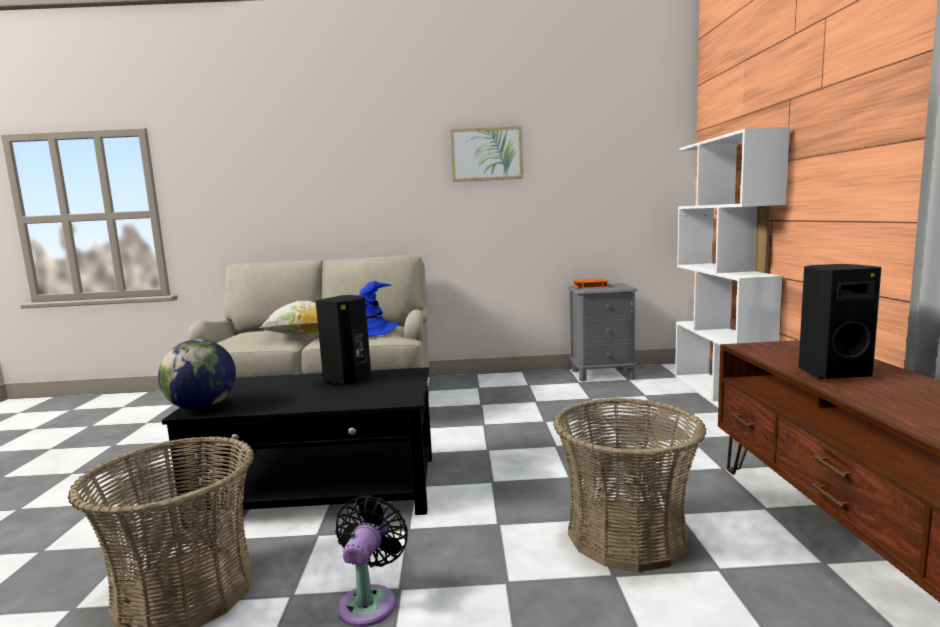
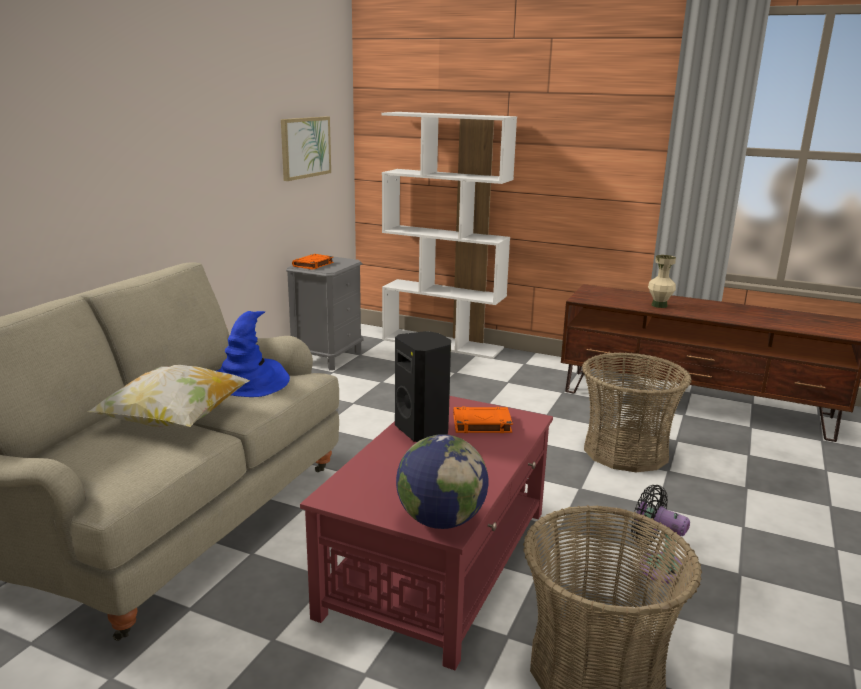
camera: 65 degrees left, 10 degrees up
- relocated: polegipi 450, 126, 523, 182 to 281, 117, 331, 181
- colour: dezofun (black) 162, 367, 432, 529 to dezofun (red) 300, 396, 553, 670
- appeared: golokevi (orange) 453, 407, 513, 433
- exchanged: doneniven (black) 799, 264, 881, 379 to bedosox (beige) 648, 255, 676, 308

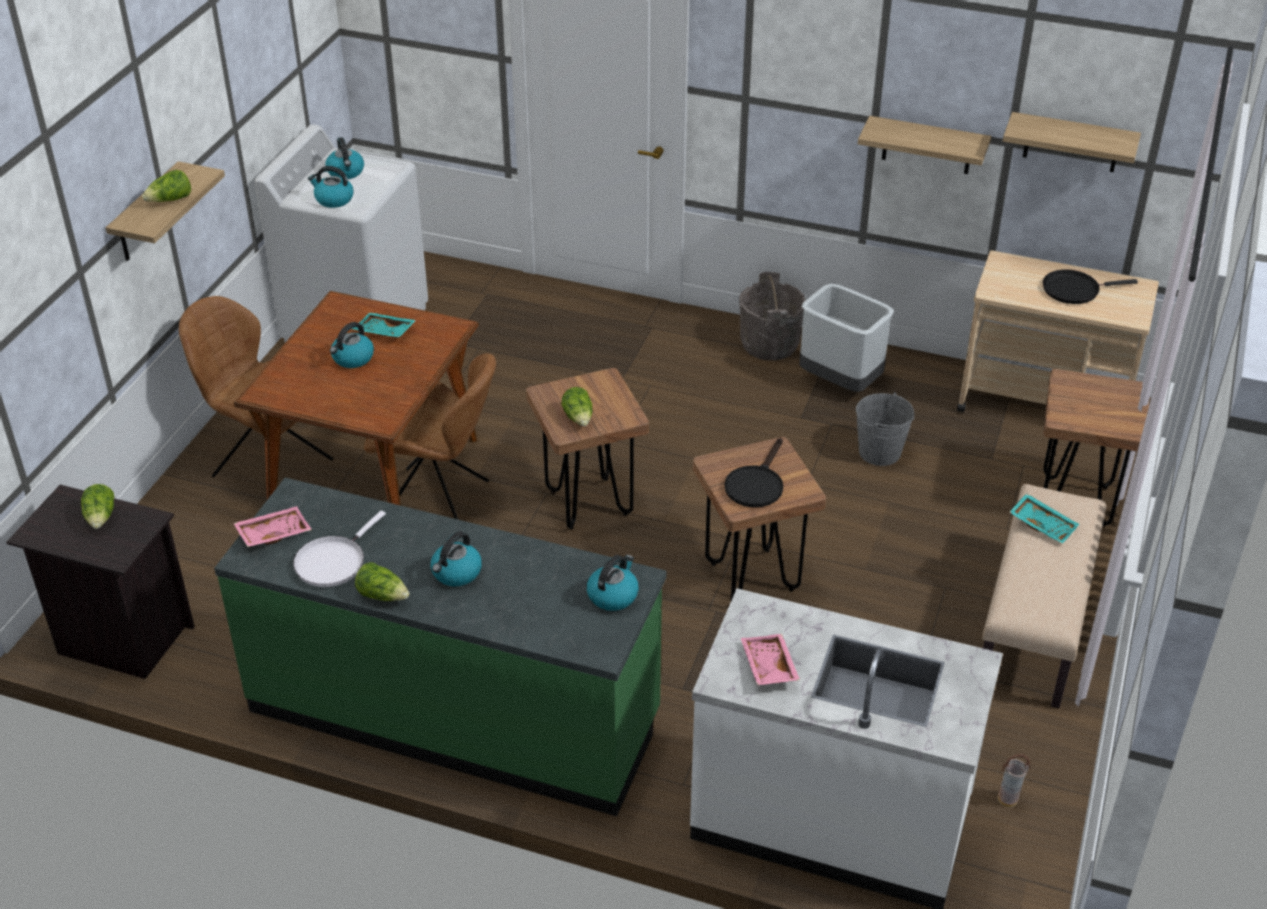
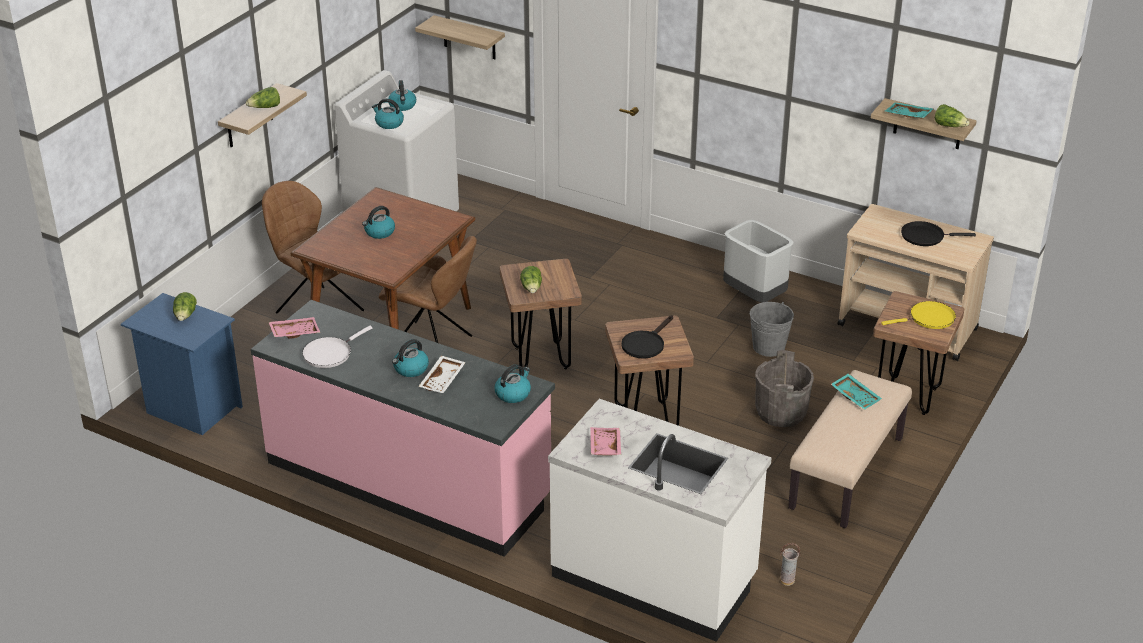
camera: 10 degrees right, 5 degrees down
- colour: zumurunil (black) 6, 485, 195, 679 to zumurunil (blue) 121, 293, 243, 435
- colour: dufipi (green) 214, 477, 667, 816 to dufipi (pink) 251, 300, 555, 557
- relocated: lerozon 858, 116, 991, 174 to 415, 15, 505, 59
- appeared: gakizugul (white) 418, 356, 466, 393
- relocated: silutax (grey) 739, 272, 806, 360 to 755, 350, 814, 427
- appeared: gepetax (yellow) 881, 301, 956, 329
- relocated: gakizugul (turquoise) 352, 312, 416, 337 to 885, 102, 933, 119
- relocated: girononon 355, 562, 409, 601 to 935, 104, 970, 127

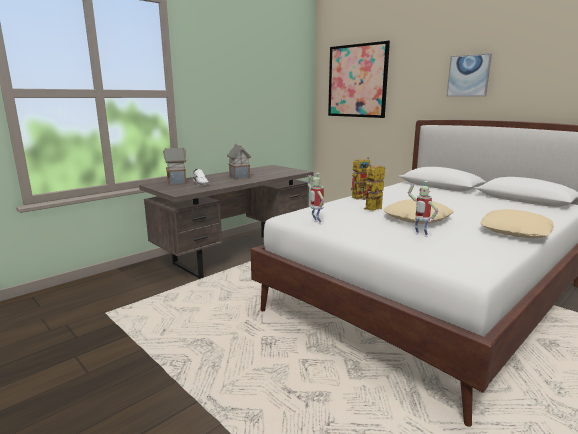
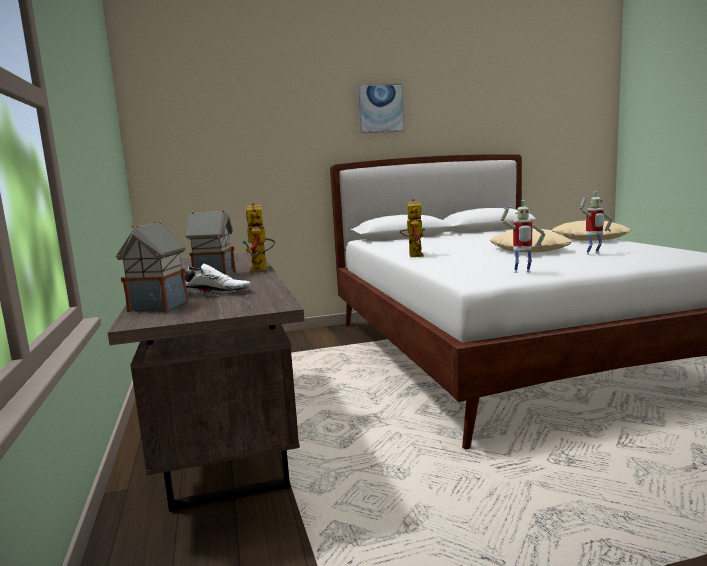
camera: 60 degrees left, 5 degrees down
- relocated: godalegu 360, 165, 385, 211 to 242, 202, 275, 271
- missing: polegipi 328, 41, 390, 118

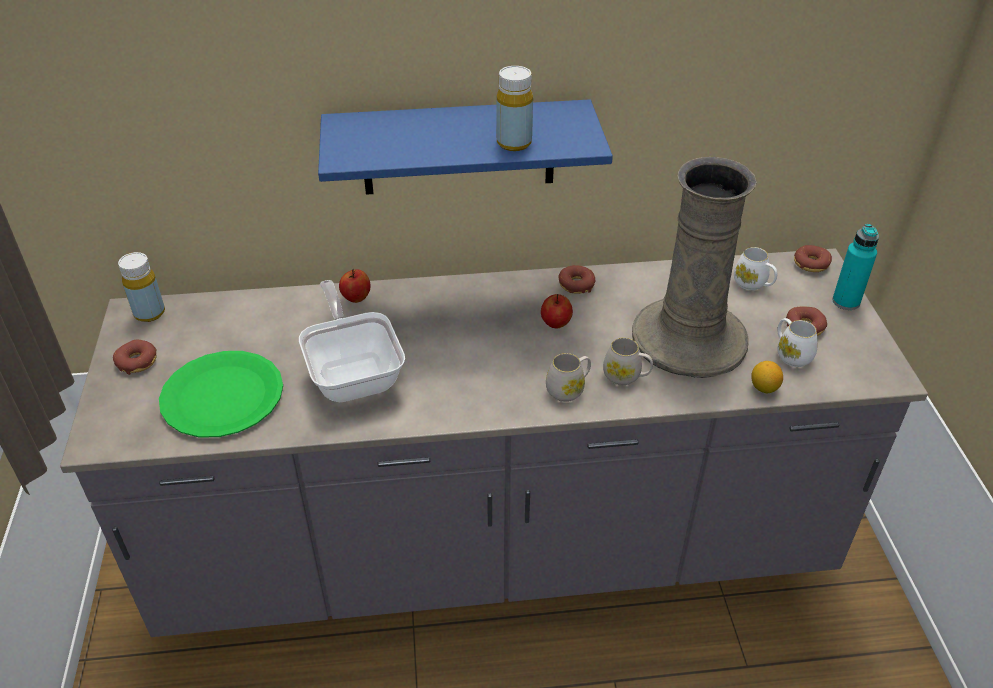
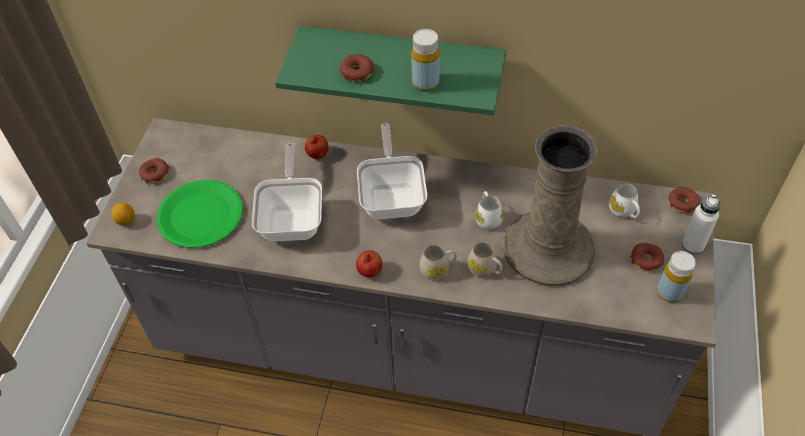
camera: 20 degrees right, 10 degrees up
- relocated: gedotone 751, 361, 783, 393 to 111, 203, 135, 226
- colour: lerozon (blue) 318, 99, 613, 195 to lerozon (green) 275, 26, 506, 115
- relocated: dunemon 559, 265, 595, 294 to 340, 54, 374, 82
- relocated: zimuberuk 541, 294, 573, 328 to 356, 250, 382, 278
- appeared: gepetax 357, 123, 427, 219
- relocated: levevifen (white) 778, 318, 817, 367 to 475, 191, 503, 229
- relocated: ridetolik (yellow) 118, 252, 165, 322 to 657, 251, 696, 303
- colour: ridetolik (turquoise) 832, 224, 879, 310 to ridetolik (white) 682, 194, 721, 254

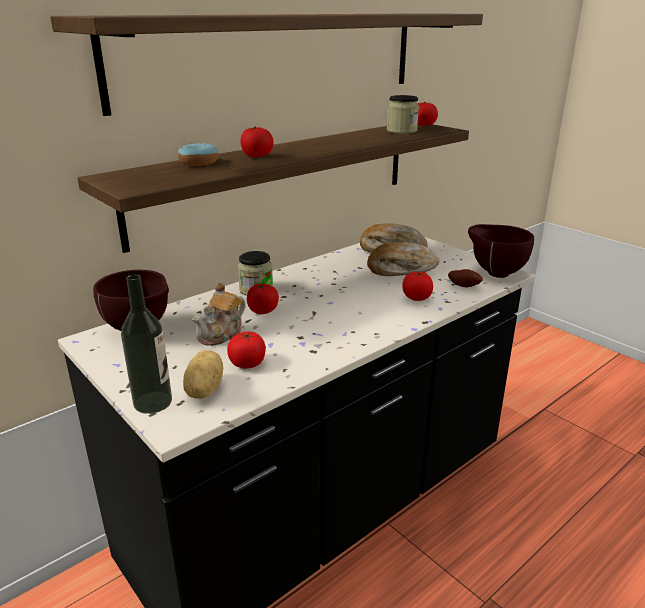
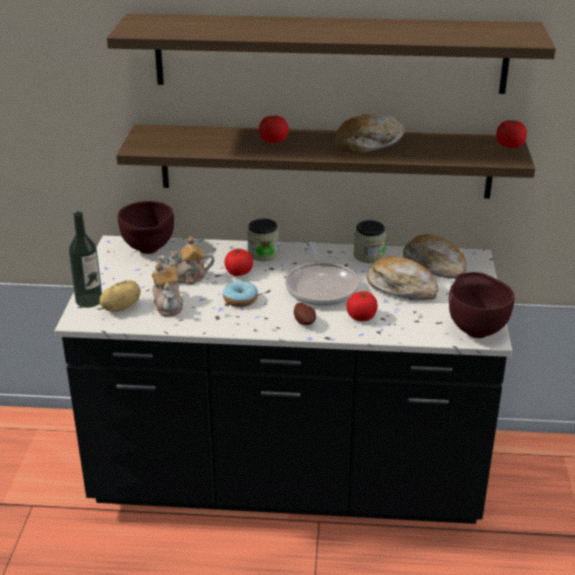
camera: 45 degrees right, 5 degrees up
- exchanged: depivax 227, 331, 266, 368 to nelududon 151, 262, 183, 316
- relocated: dunemon 178, 143, 219, 166 to 223, 281, 258, 307
- appeared: gepetax 285, 242, 360, 306
- relocated: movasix 448, 269, 483, 288 to 294, 302, 316, 325
- appeared: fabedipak 336, 114, 404, 153
- relocated: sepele 387, 95, 419, 134 to 354, 220, 386, 263

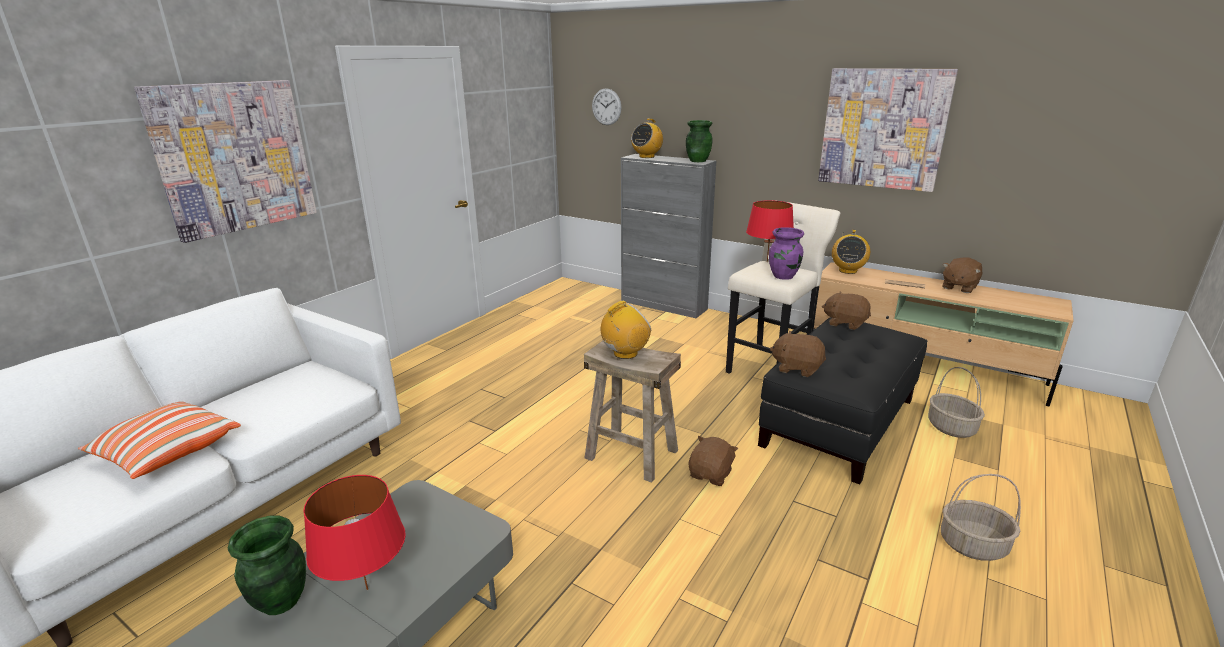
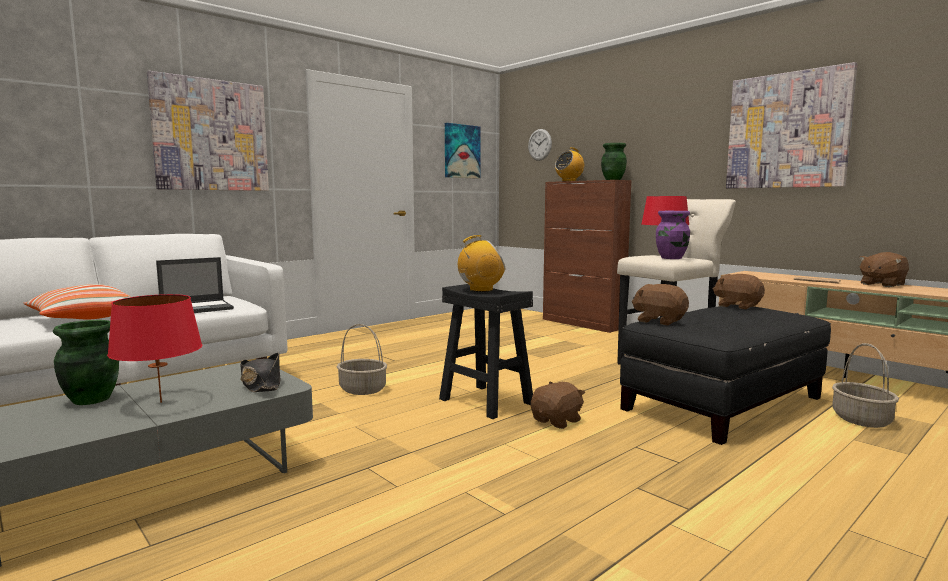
camera: 15 degrees right, 15 degrees down
- appeared: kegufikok 156, 257, 234, 313
- appeared: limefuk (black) 240, 353, 281, 392
- relocated: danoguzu 941, 474, 1021, 561 to 337, 324, 387, 395
- colour: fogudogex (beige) 584, 341, 681, 483 to fogudogex (black) 439, 284, 533, 419
- appeared: polegipi 445, 123, 480, 179
- colour: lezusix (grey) 621, 154, 716, 318 to lezusix (brown) 543, 180, 632, 333
- missing: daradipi 832, 230, 870, 274

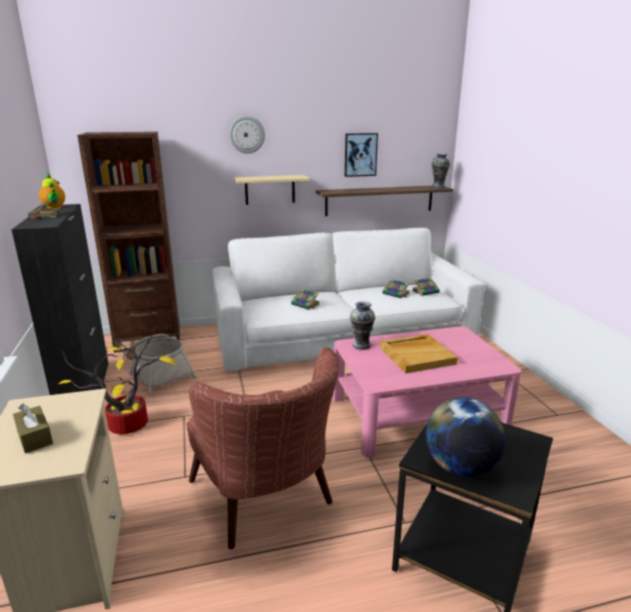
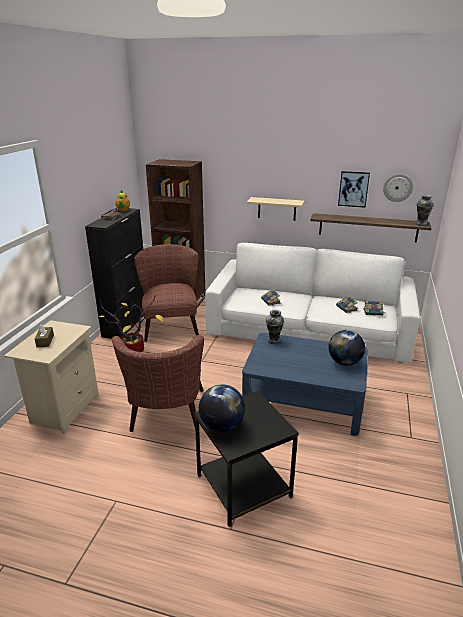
camera: 30 degrees right, 5 degrees up
- exchanged: danoguzu 125, 334, 197, 394 to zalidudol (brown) 134, 244, 199, 342
- colour: dezofun (pink) 334, 326, 522, 458 to dezofun (blue) 242, 333, 368, 436
- appeared: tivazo 329, 330, 365, 366
- relocated: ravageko 229, 116, 265, 154 to 383, 173, 413, 202
- missing: gakizugul (beige) 380, 334, 458, 374

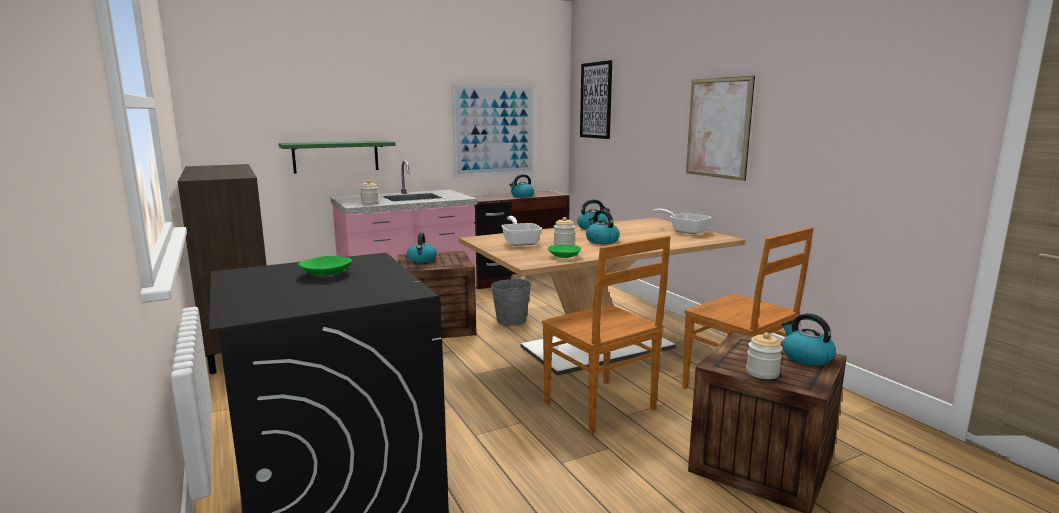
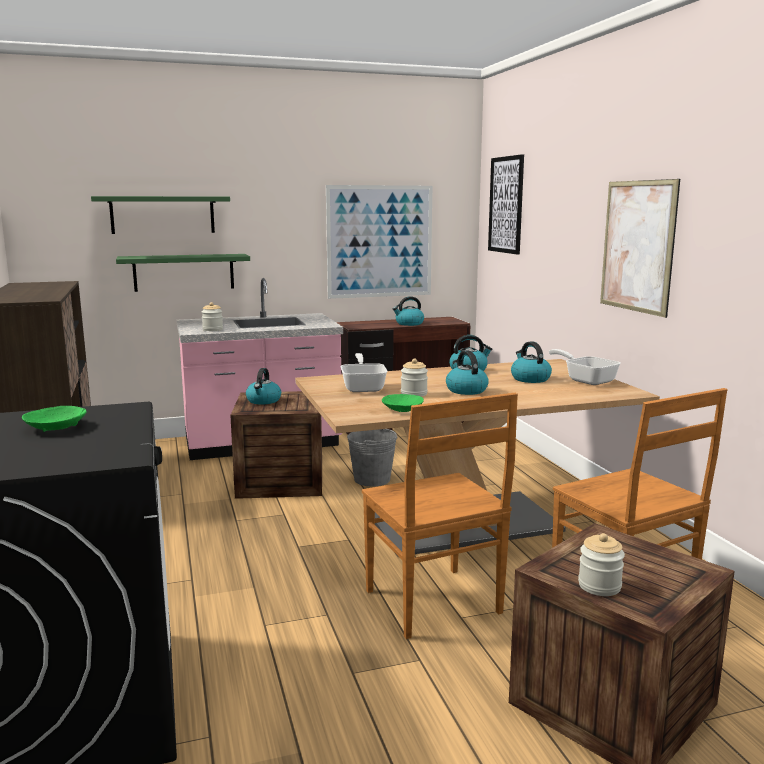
camera: 10 degrees right, 0 degrees up
- appeared: lerozon (green) 91, 196, 230, 234
- relocated: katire 782, 313, 836, 366 to 511, 341, 552, 383

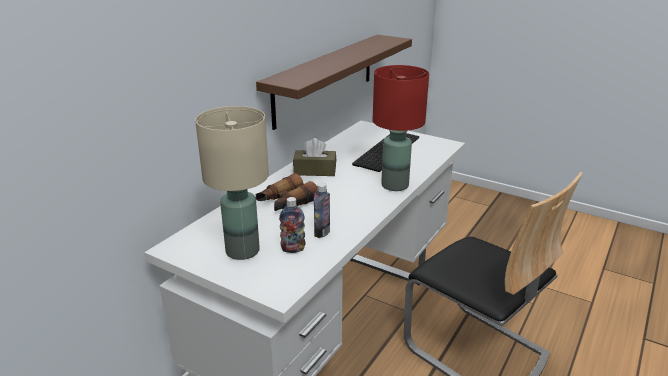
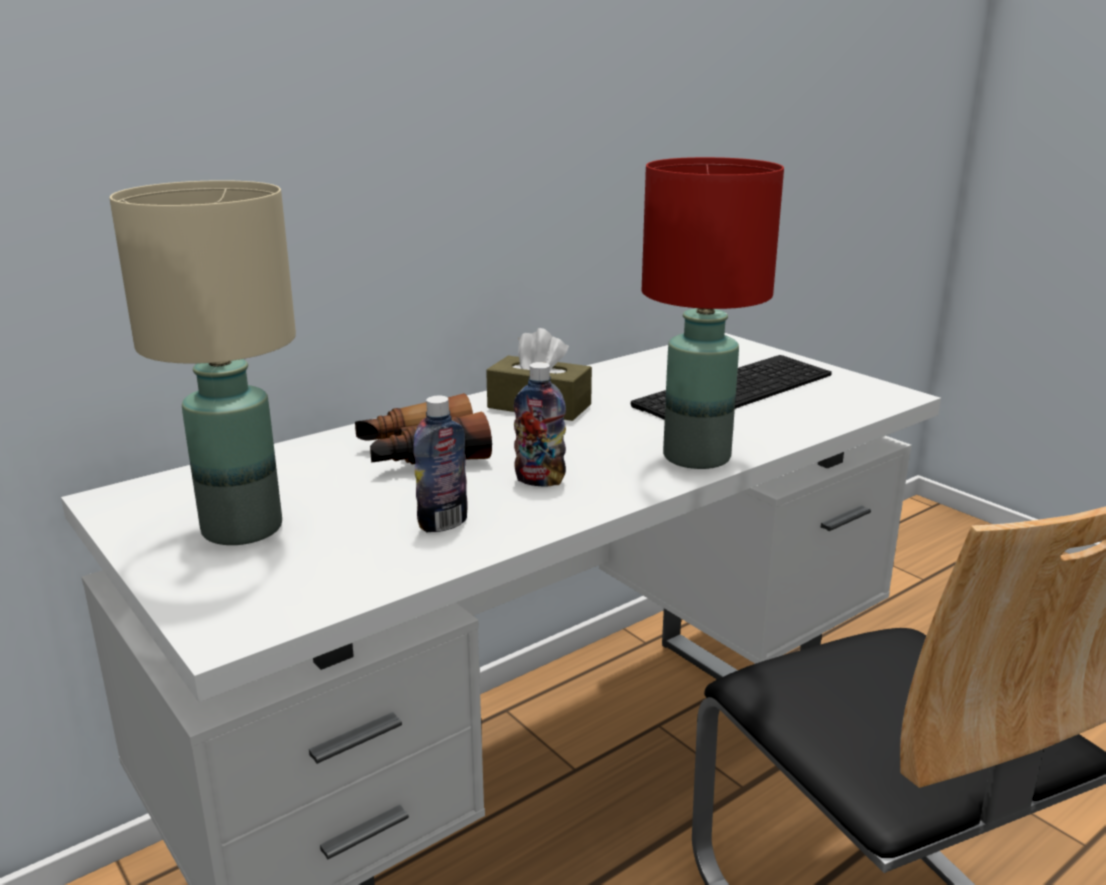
camera: 20 degrees right, 5 degrees down
- relocated: ridetolik 279, 197, 305, 253 to 514, 362, 566, 486
- missing: lerozon (brown) 256, 34, 412, 130

